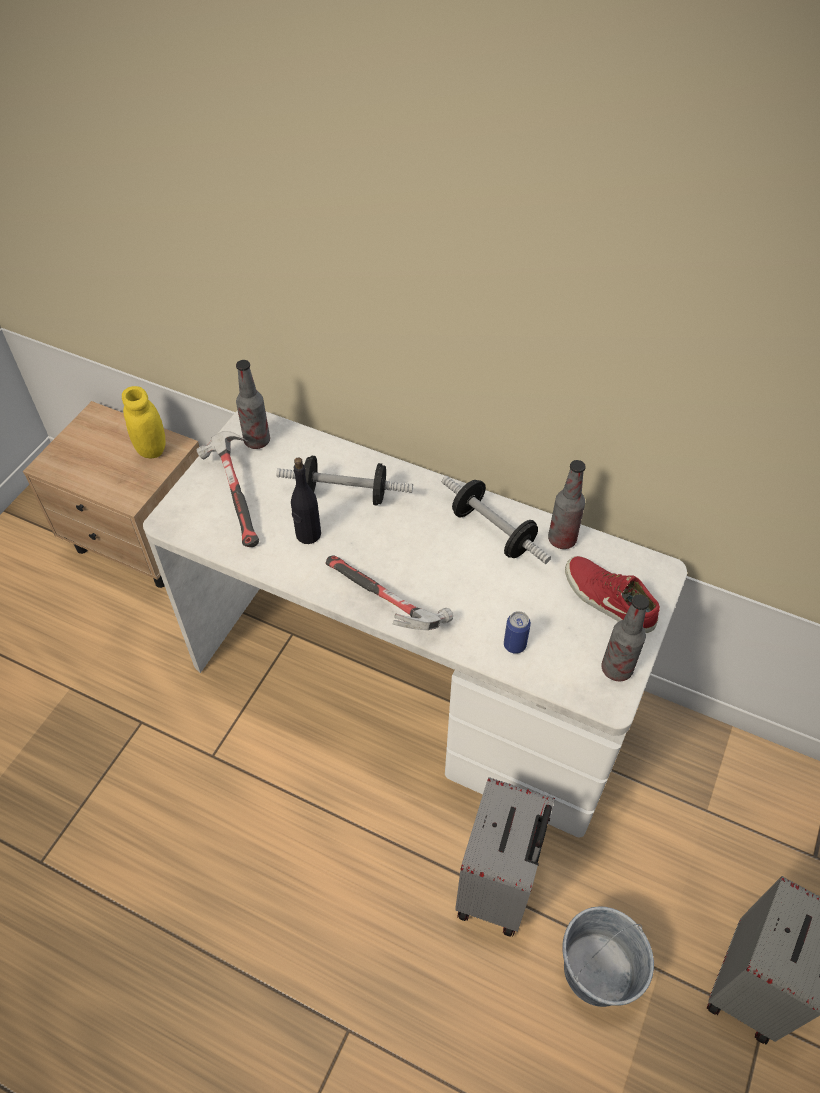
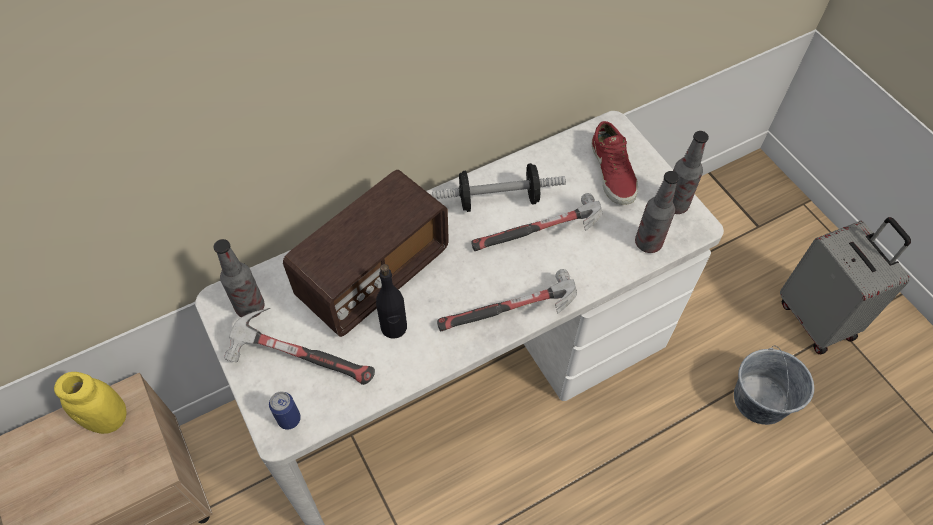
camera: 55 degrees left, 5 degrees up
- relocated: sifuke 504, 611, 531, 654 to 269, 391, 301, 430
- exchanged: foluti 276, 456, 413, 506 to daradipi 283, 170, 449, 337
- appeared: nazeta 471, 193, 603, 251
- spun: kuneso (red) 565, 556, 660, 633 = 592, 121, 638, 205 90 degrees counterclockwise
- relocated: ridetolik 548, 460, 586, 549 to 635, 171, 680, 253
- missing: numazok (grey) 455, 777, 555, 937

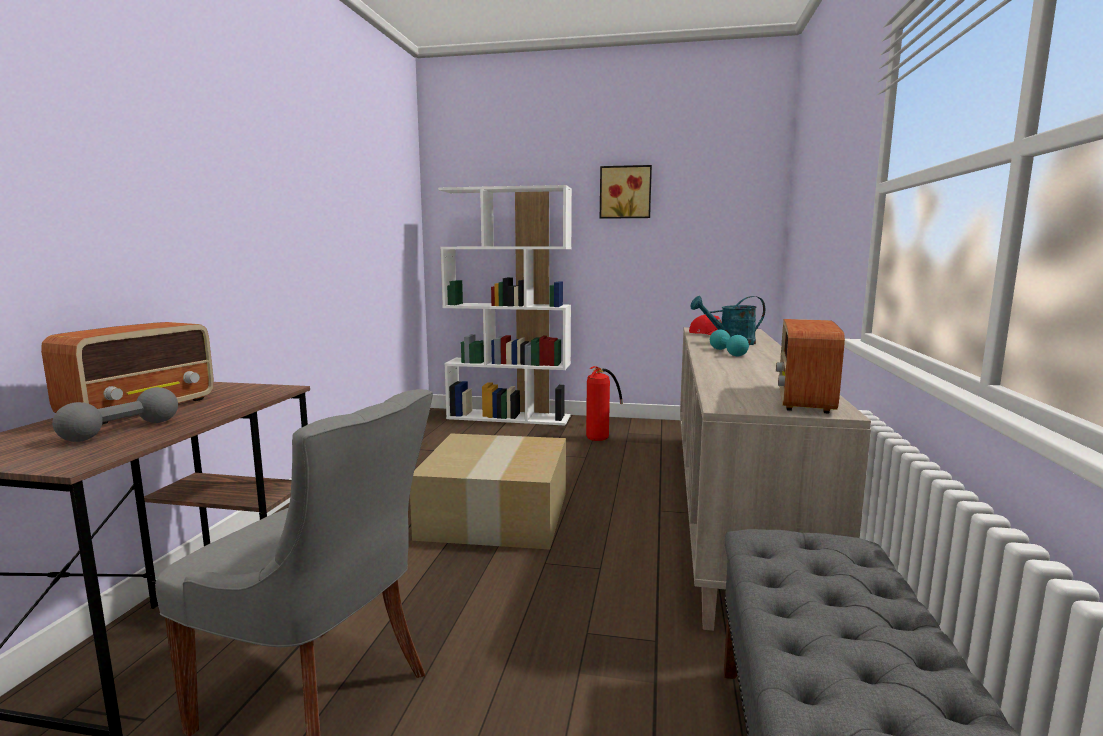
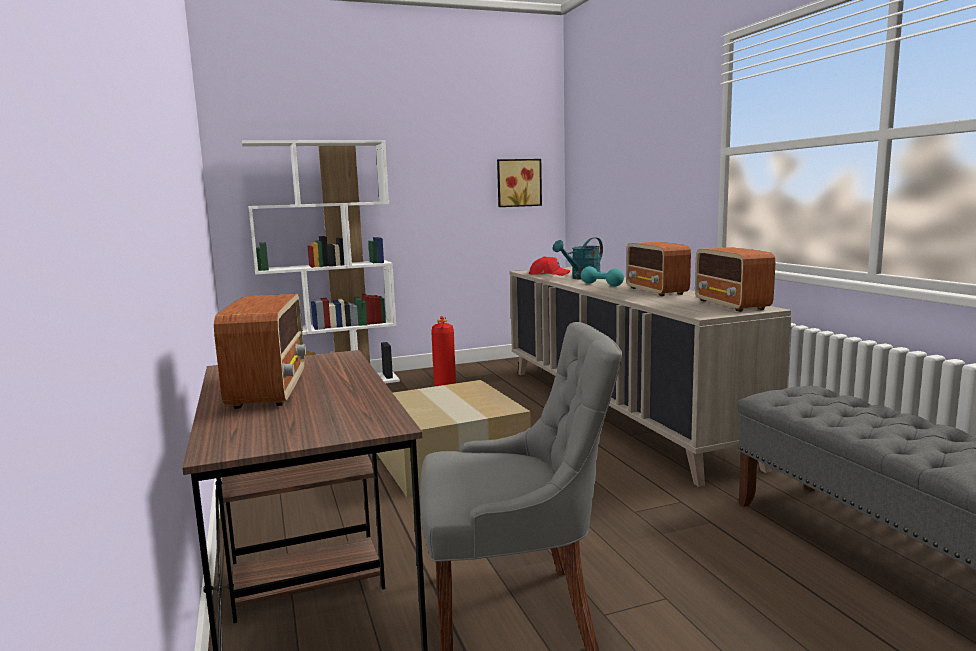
camera: 30 degrees left, 0 degrees up
- relocated: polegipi 600, 165, 652, 219 to 497, 159, 542, 207
- appeared: daradipi 626, 242, 691, 296
- missing: foluti (grey) 52, 387, 178, 442

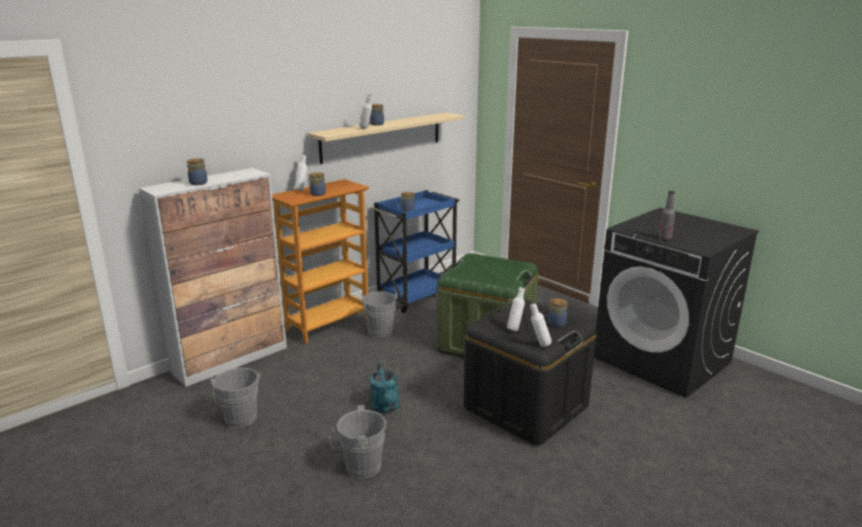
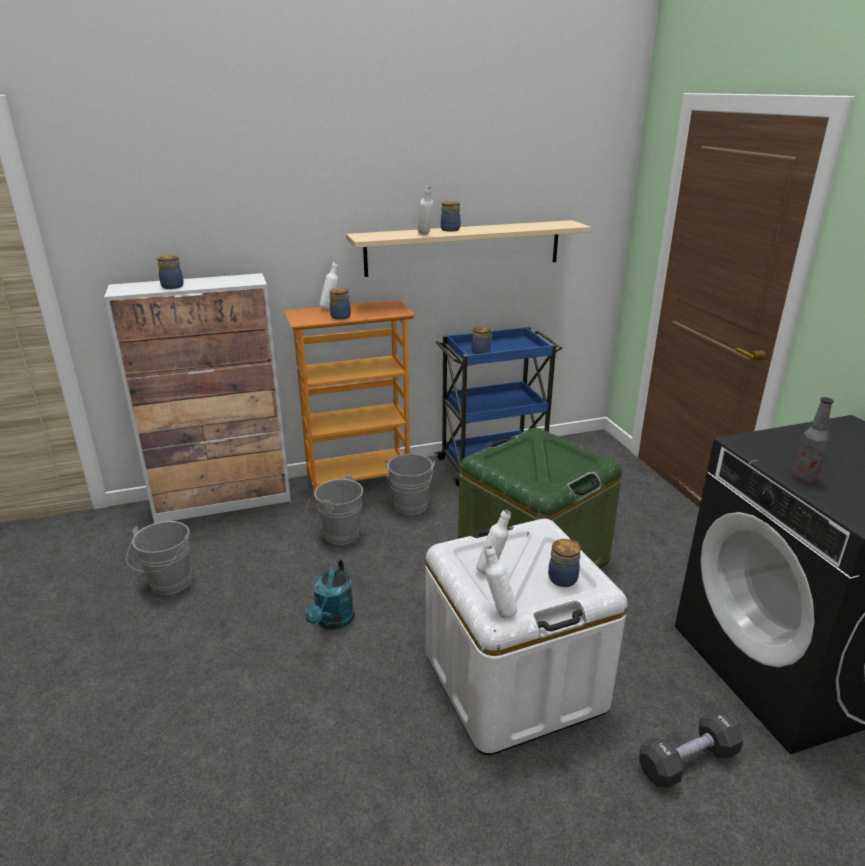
camera: 25 degrees right, 5 degrees up
- relocated: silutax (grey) 329, 405, 386, 479 to 307, 474, 363, 545
- colour: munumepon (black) 464, 299, 597, 445 to munumepon (white) 426, 519, 627, 755
- appeared: foluti (black) 639, 711, 744, 788

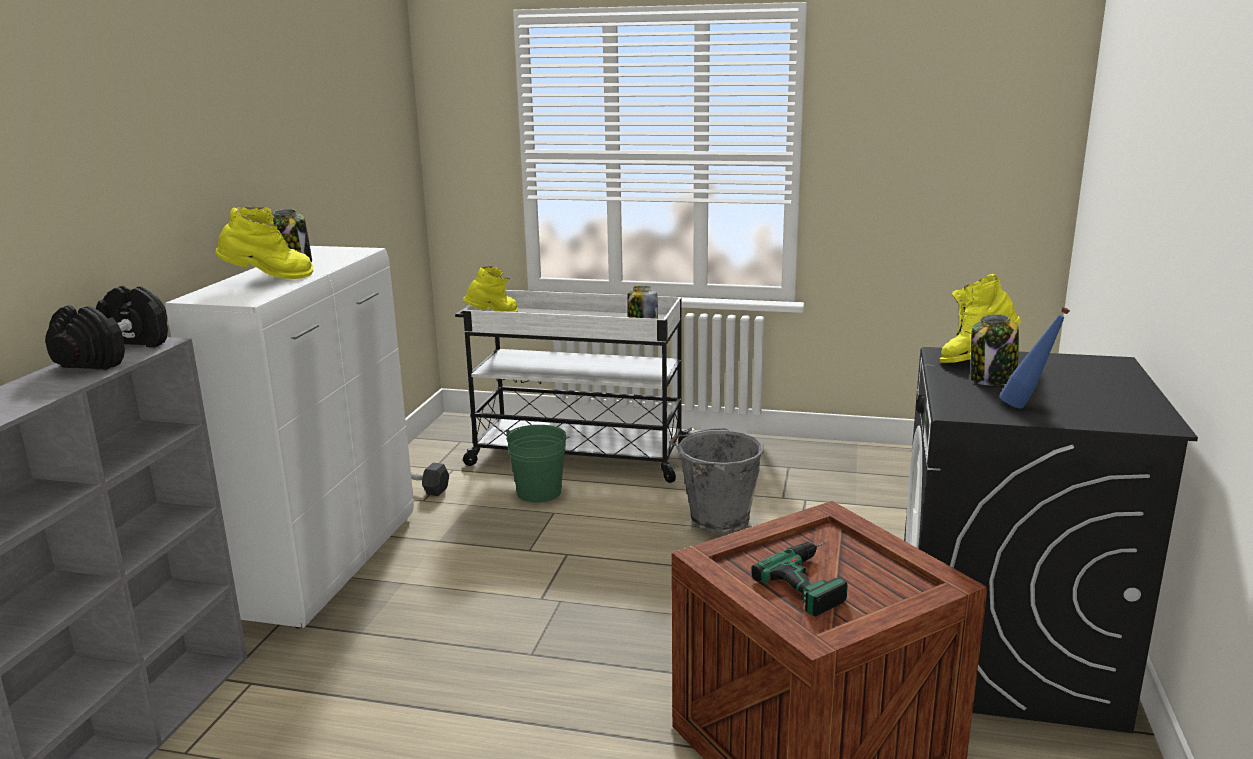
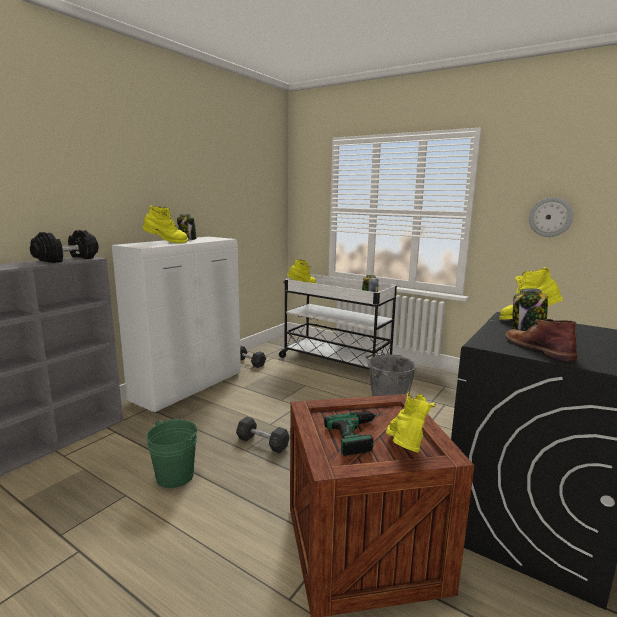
camera: 20 degrees right, 5 degrees down
- relocated: silutax (green) 506, 425, 569, 503 to 146, 419, 197, 488
- appeared: foluti (grey) 236, 416, 290, 453
- appeared: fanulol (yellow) 386, 391, 436, 453
- exchanged: ridetolik (blue) 999, 307, 1070, 409 to fanulol (brown) 505, 319, 578, 361
- appeared: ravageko 529, 197, 573, 237

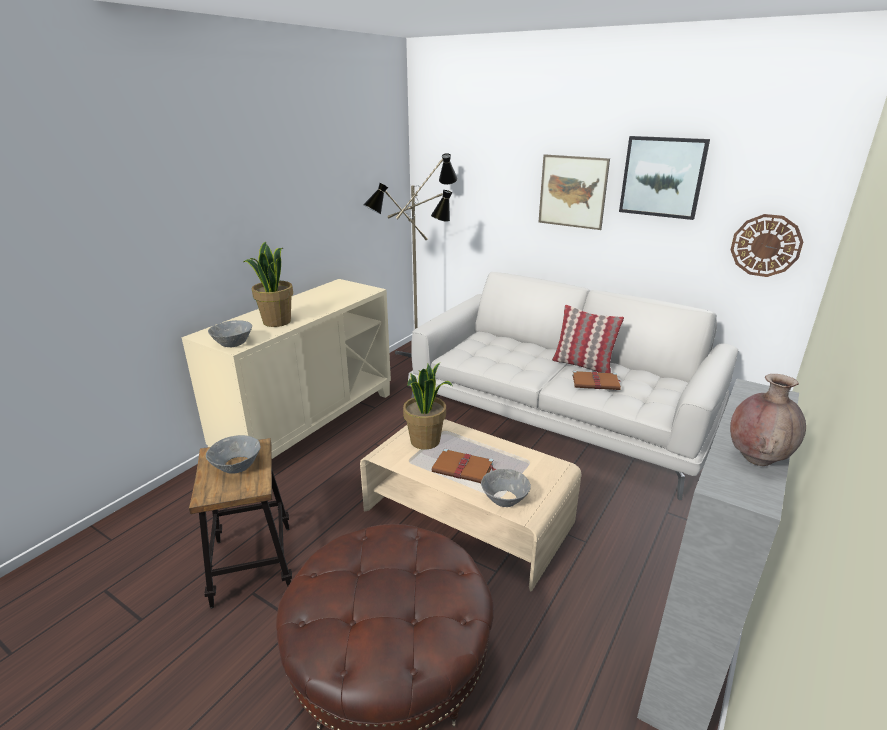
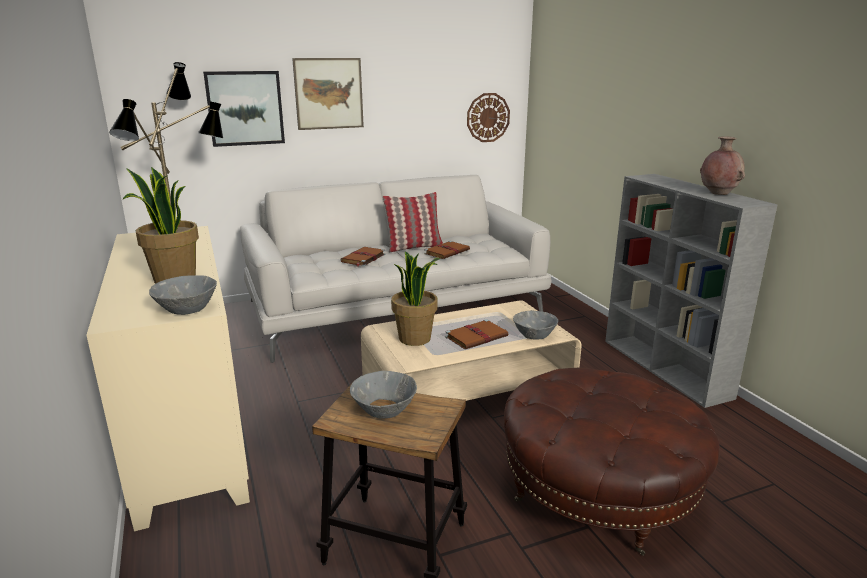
camera: 55 degrees left, 5 degrees down
- relocated: polegipi 619, 136, 710, 220 to 203, 71, 285, 147
- appeared: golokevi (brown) 340, 247, 386, 267

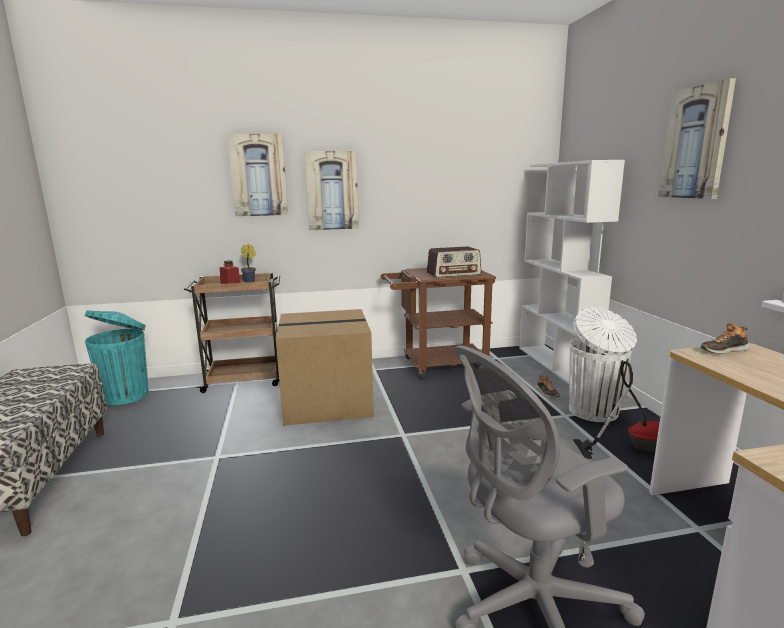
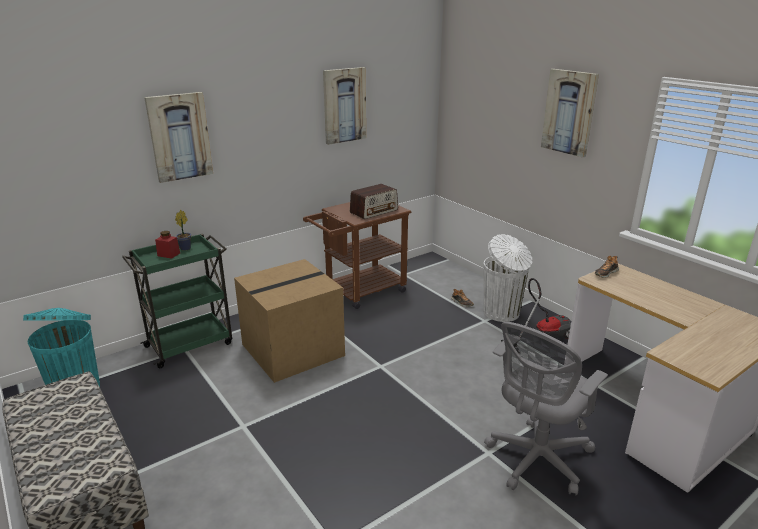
camera: 25 degrees left, 10 degrees up
- colour: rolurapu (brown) 184, 273, 280, 393 to rolurapu (green) 122, 234, 232, 368
- relocated: polegipi 304, 151, 359, 230 to 323, 67, 366, 145
- missing: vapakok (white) 519, 160, 625, 384

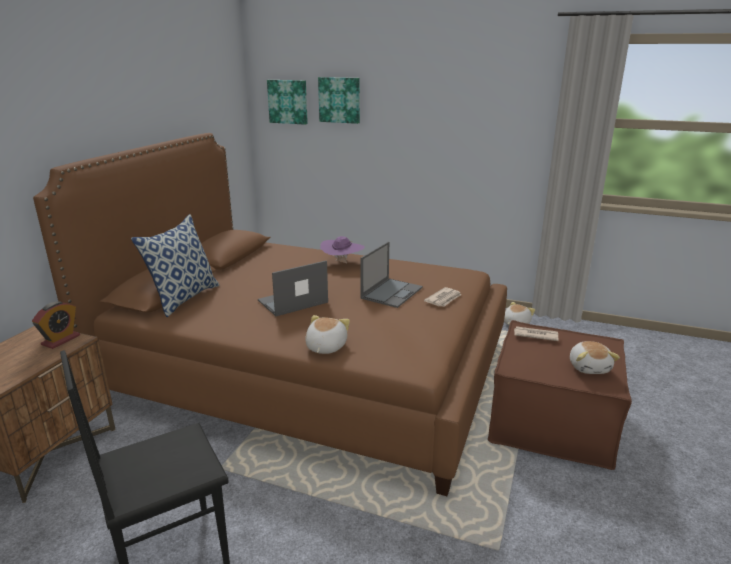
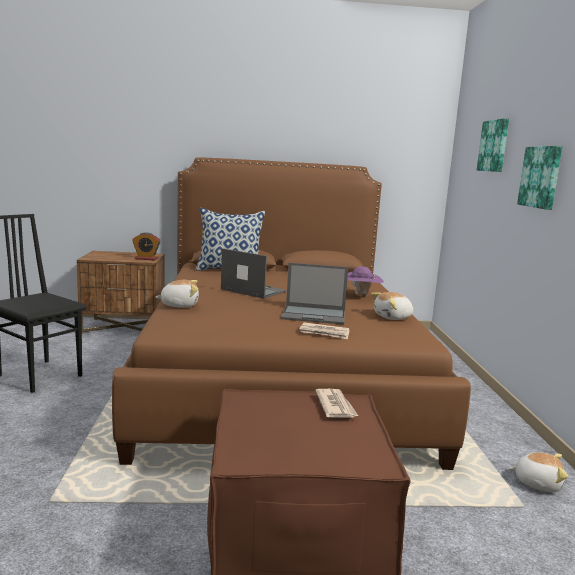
camera: 65 degrees right, 10 degrees down
- relocated: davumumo 570, 341, 620, 374 to 371, 292, 413, 320
- relocated: polegipi 267, 80, 308, 125 to 517, 146, 562, 210

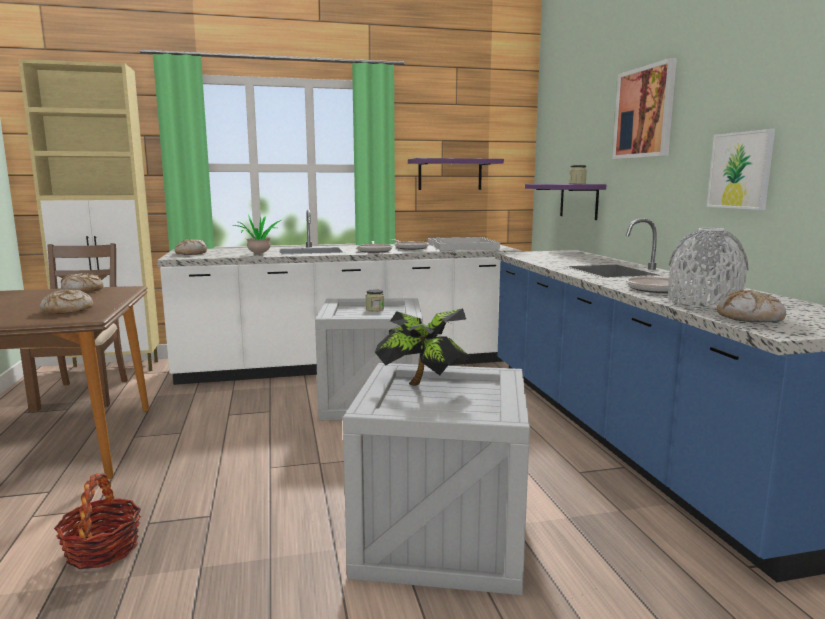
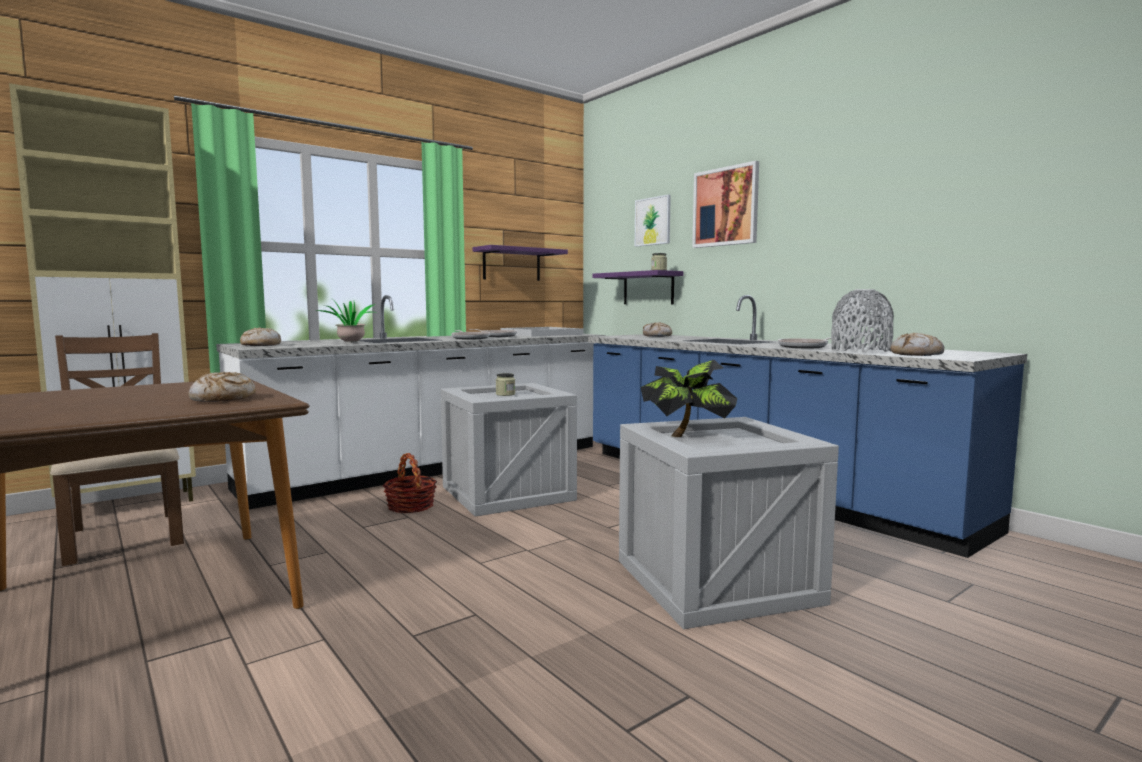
camera: 25 degrees left, 5 degrees down
- relocated: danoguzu 54, 473, 141, 569 to 383, 453, 437, 513
- relocated: polegipi 707, 129, 775, 210 to 635, 194, 671, 247
- relocated: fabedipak 61, 273, 104, 293 to 643, 322, 672, 337

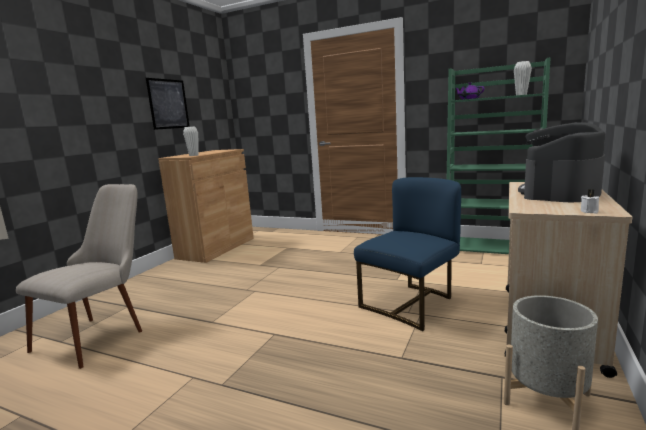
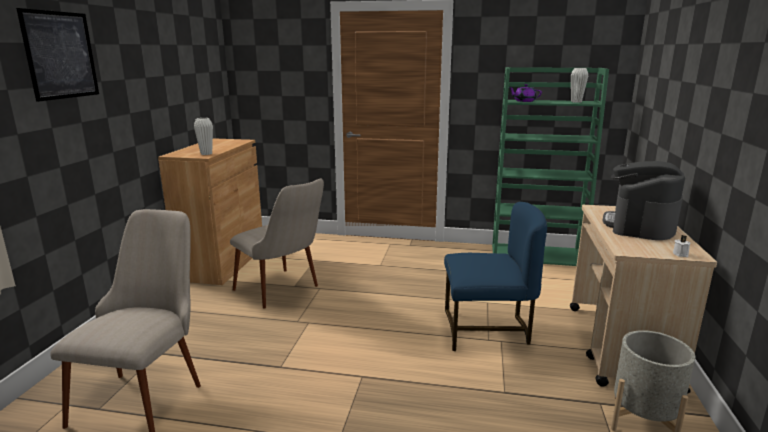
camera: 15 degrees left, 5 degrees up
- relocated: polegipi 146, 78, 190, 130 to 16, 8, 99, 102
- appeared: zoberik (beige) 230, 179, 324, 308
- spun: zoberik (blue) 354, 177, 461, 331 = 444, 202, 547, 351 60 degrees clockwise

